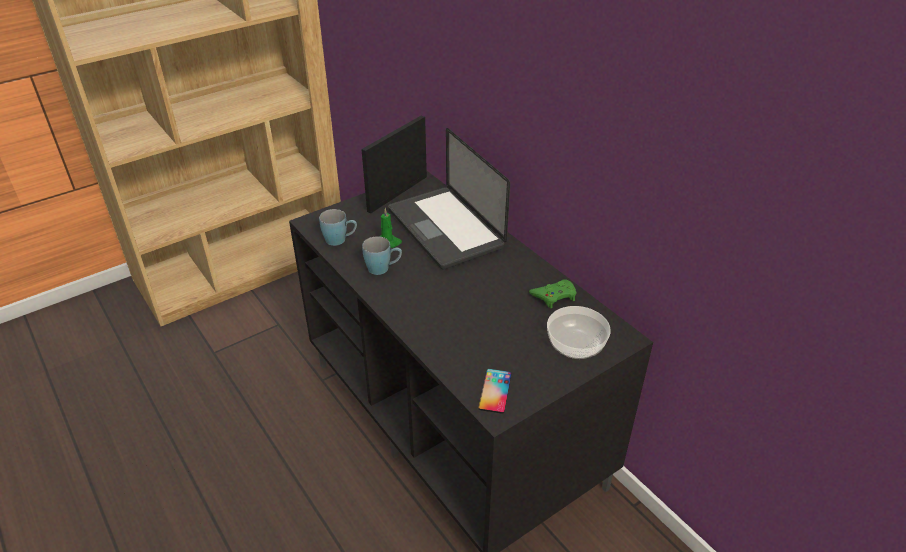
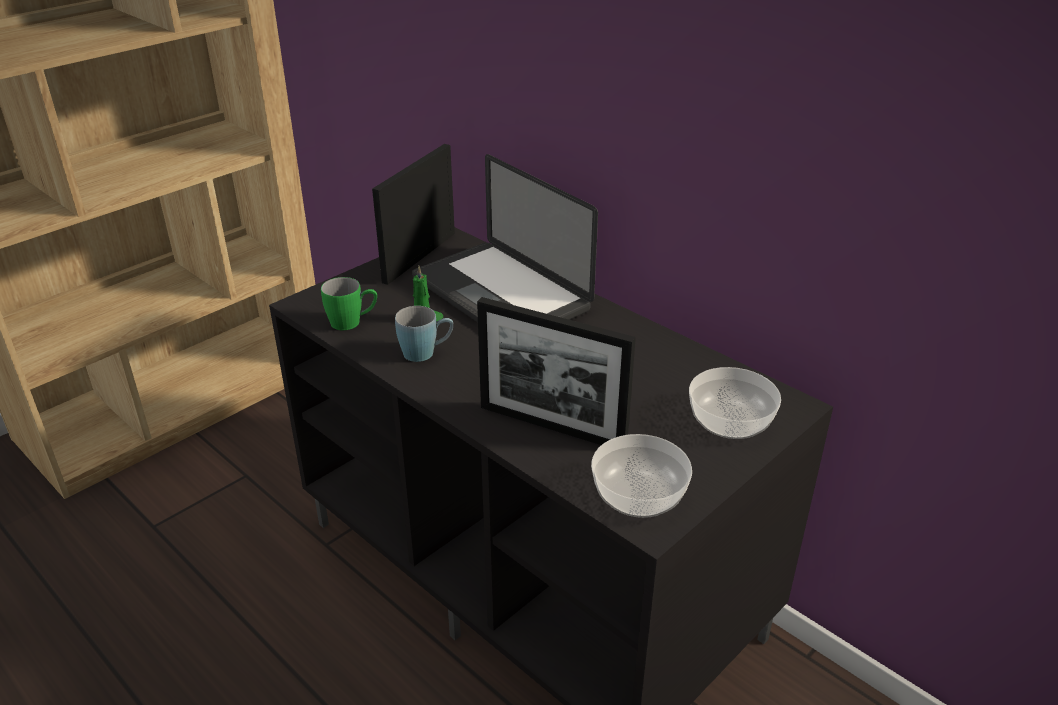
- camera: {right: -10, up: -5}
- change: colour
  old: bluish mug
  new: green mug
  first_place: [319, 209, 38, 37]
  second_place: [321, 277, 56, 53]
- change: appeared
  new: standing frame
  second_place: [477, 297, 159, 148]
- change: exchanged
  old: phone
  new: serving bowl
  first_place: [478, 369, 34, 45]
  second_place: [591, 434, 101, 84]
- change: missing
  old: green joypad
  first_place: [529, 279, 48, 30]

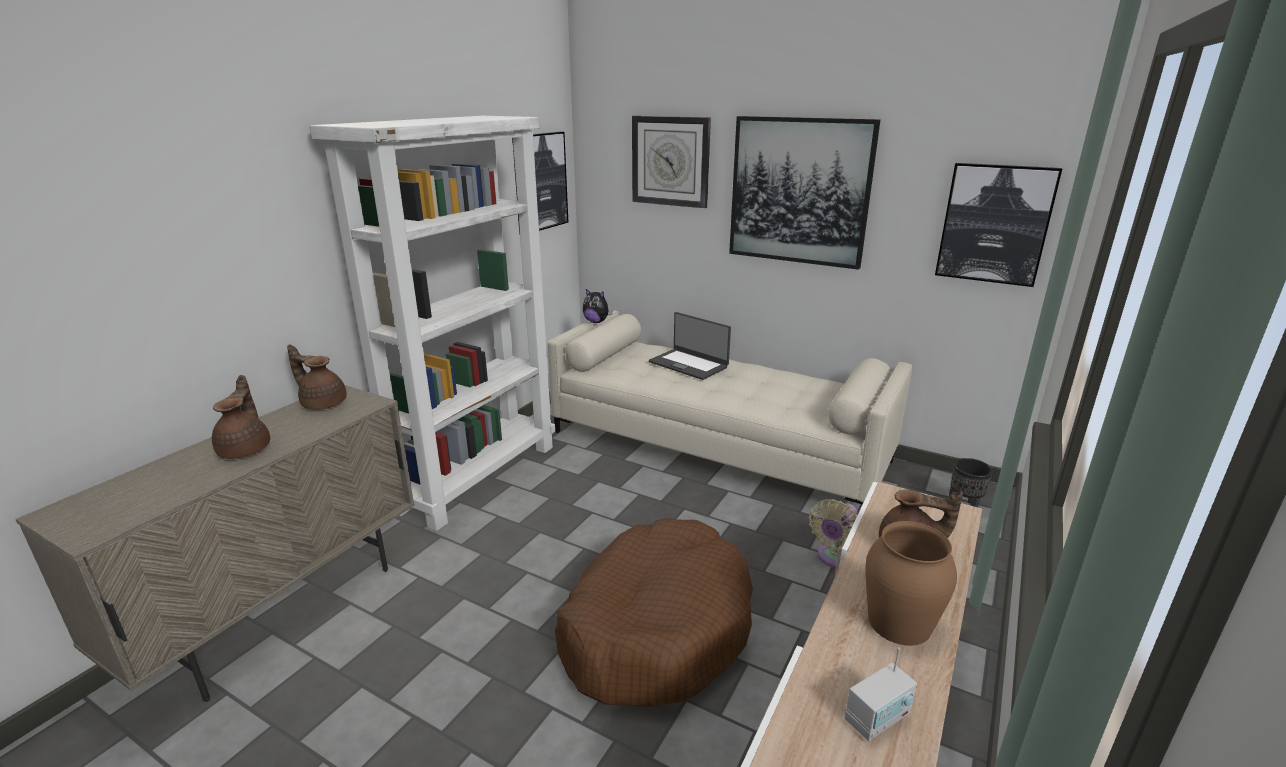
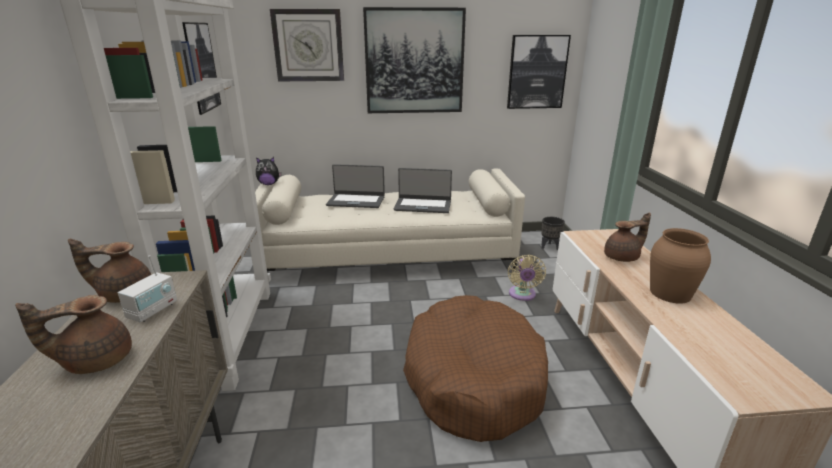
- camera: {right: -35, up: 0}
- change: spun
  old: brownish pot for tea
  first_place: [212, 375, 58, 84]
  second_place: [15, 295, 117, 79]
  degrees: -75
- change: relocated
  old: radio set
  first_place: [845, 647, 72, 94]
  second_place: [118, 255, 59, 67]
- change: appeared
  new: laptop
  second_place: [394, 168, 58, 45]

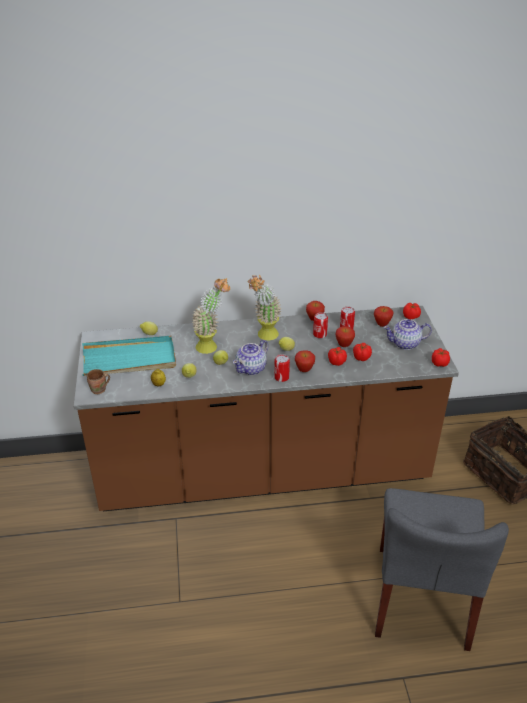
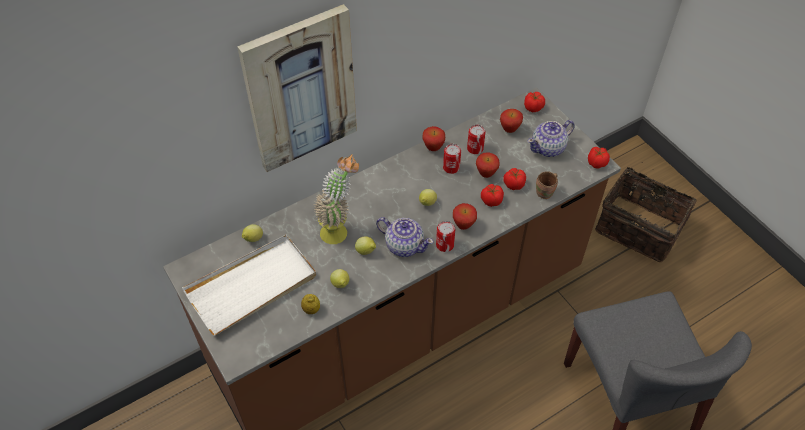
- camera: {right: -25, up: 15}
- change: colour
  old: turquoise-coloured tray
  new: whitish tray
  first_place: [82, 336, 94, 40]
  second_place: [182, 235, 134, 101]
- change: appeared
  new: wall picture
  second_place: [237, 4, 120, 168]
- change: spun
  old: pot for tea
  first_place: [233, 340, 35, 35]
  second_place: [376, 217, 58, 40]
  degrees: -75
- change: relocated
  old: brownish mug
  first_place: [87, 369, 23, 25]
  second_place: [536, 171, 22, 28]
- change: missing
  old: plant in a pot
  first_place: [247, 275, 35, 65]

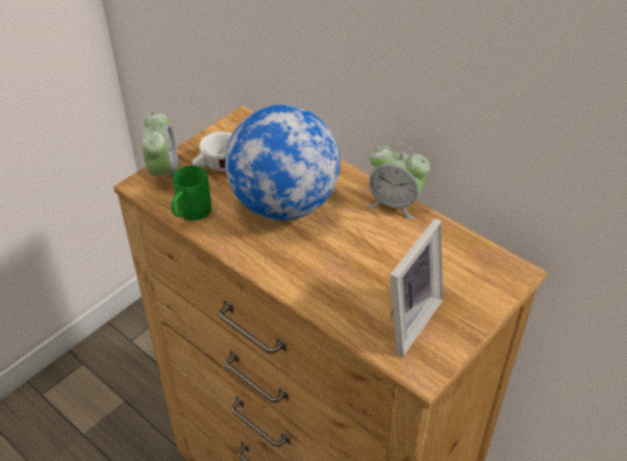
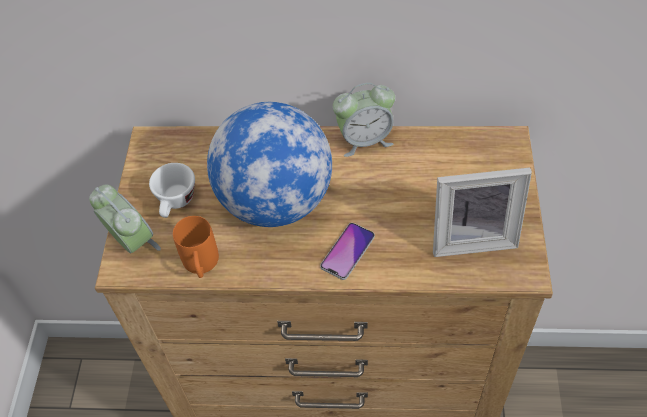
- camera: {right: -35, up: 10}
- change: colour
  old: green mug
  new: orange-coloured mug
  first_place: [171, 165, 40, 56]
  second_place: [173, 216, 46, 62]
- change: appeared
  new: phone
  second_place: [320, 223, 55, 57]
- change: spun
  old: standing frame
  first_place: [390, 218, 53, 139]
  second_place: [433, 167, 99, 90]
  degrees: 90

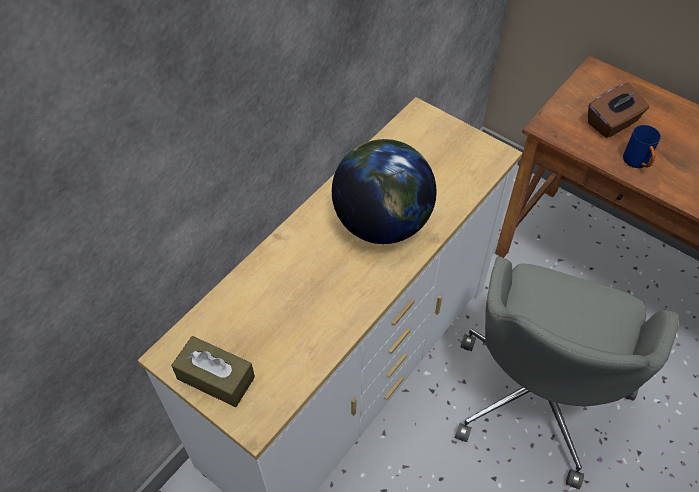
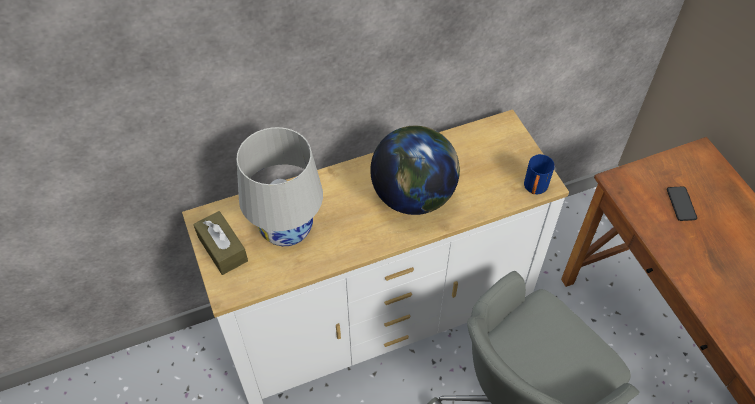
- camera: {right: 30, up: 0}
- change: appeared
  new: whitish tabletop lamp
  second_place: [237, 127, 86, 119]
- change: relocated
  old: bluish mug
  first_place: [623, 125, 38, 43]
  second_place: [524, 154, 31, 40]
- change: exchanged
  old: brownish tissue holder
  new: phone
  first_place: [588, 83, 61, 55]
  second_place: [667, 186, 30, 35]

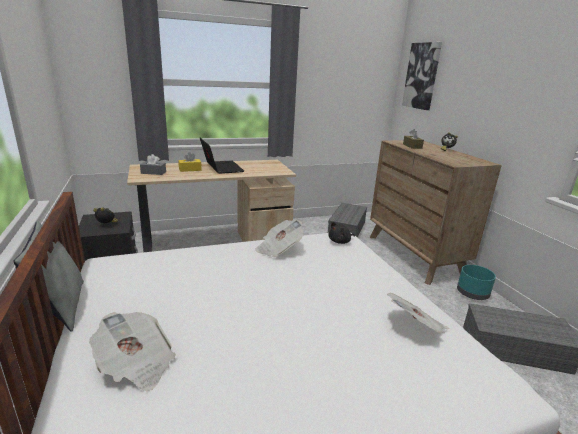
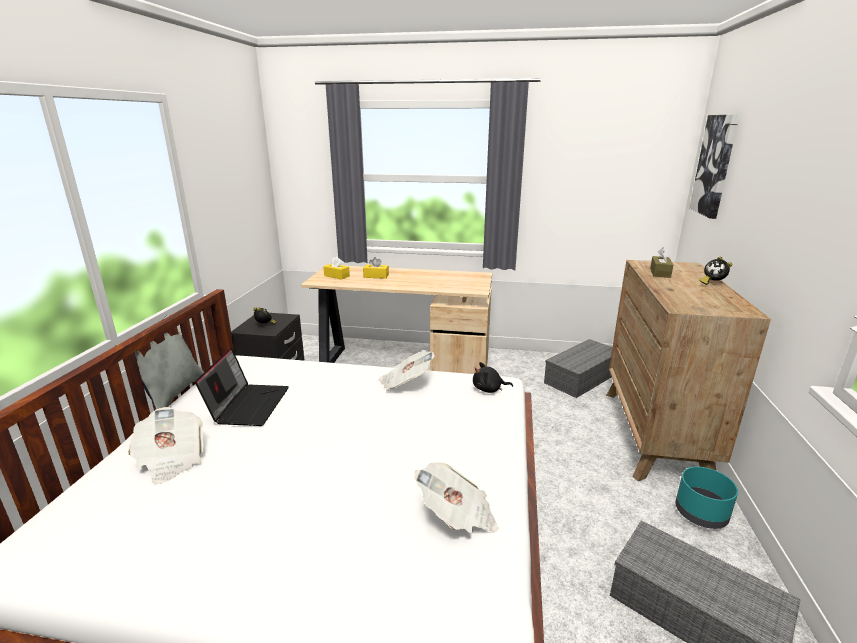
- camera: {right: 30, up: 0}
- change: relocated
  old: laptop
  first_place: [200, 138, 44, 36]
  second_place: [195, 348, 94, 78]
- change: colour
  old: gray tissue holder
  new: yellowish tissue holder
  first_place: [140, 154, 26, 21]
  second_place: [323, 257, 27, 23]

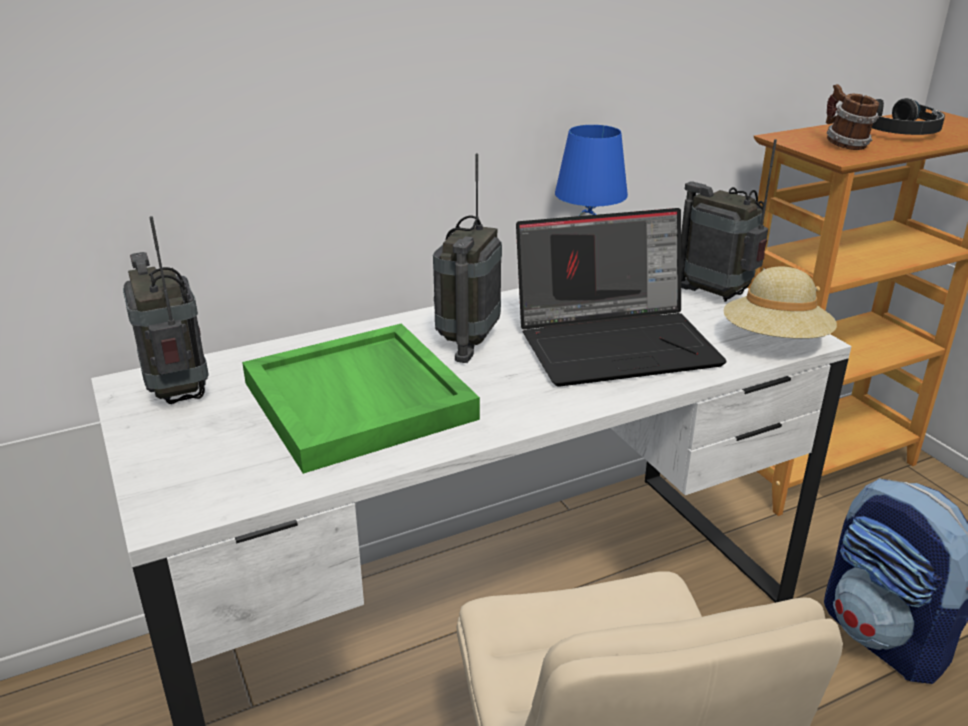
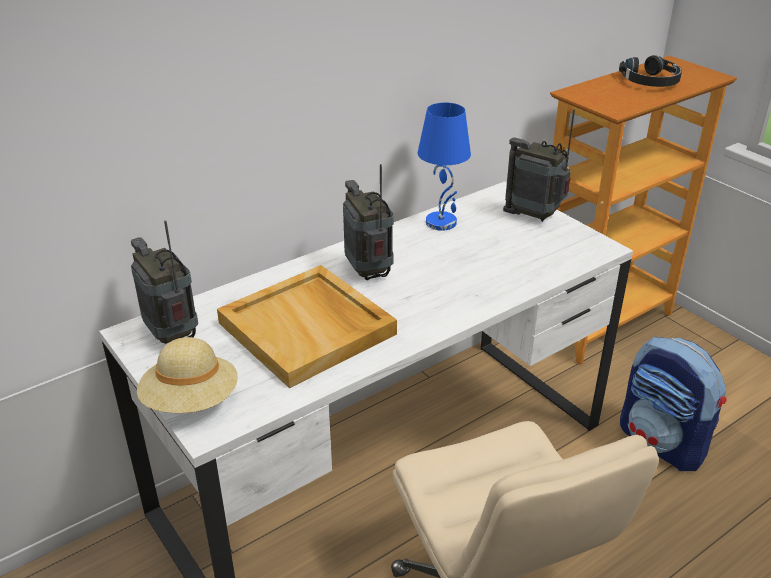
- camera: {right: -10, up: 5}
- change: relocated
  old: beige clothing hat
  first_place: [724, 266, 113, 73]
  second_place: [137, 337, 101, 76]
- change: colour
  old: green tray
  new: beige tray
  first_place: [242, 323, 238, 151]
  second_place: [217, 265, 180, 124]
- change: spun
  old: radio set
  first_place: [433, 153, 69, 210]
  second_place: [343, 164, 51, 116]
  degrees: 150
- change: missing
  old: laptop
  first_place: [516, 208, 211, 179]
- change: missing
  old: mug
  first_place: [826, 84, 53, 66]

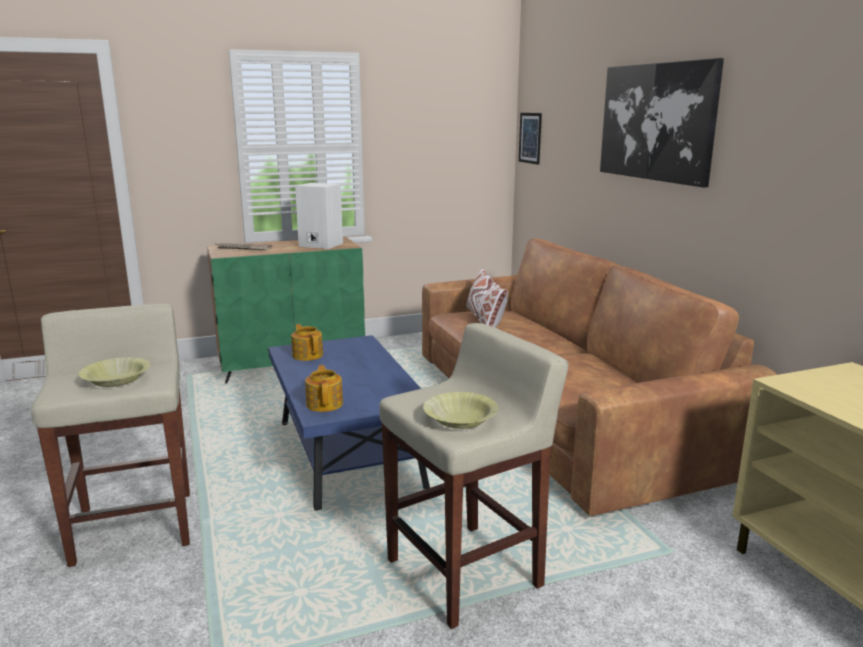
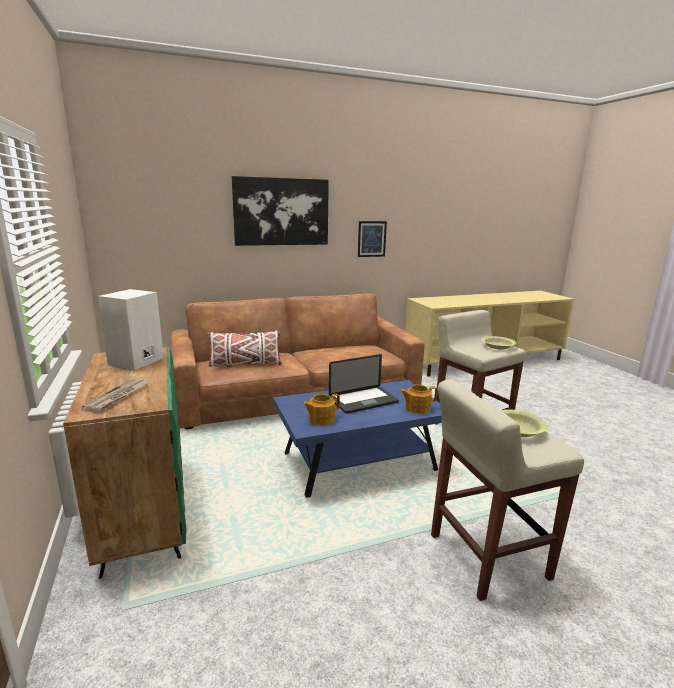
- camera: {right: -90, up: 0}
- change: appeared
  new: laptop
  second_place: [329, 354, 70, 60]
- change: relocated
  old: wall picture
  first_place: [519, 113, 23, 52]
  second_place: [358, 221, 29, 36]

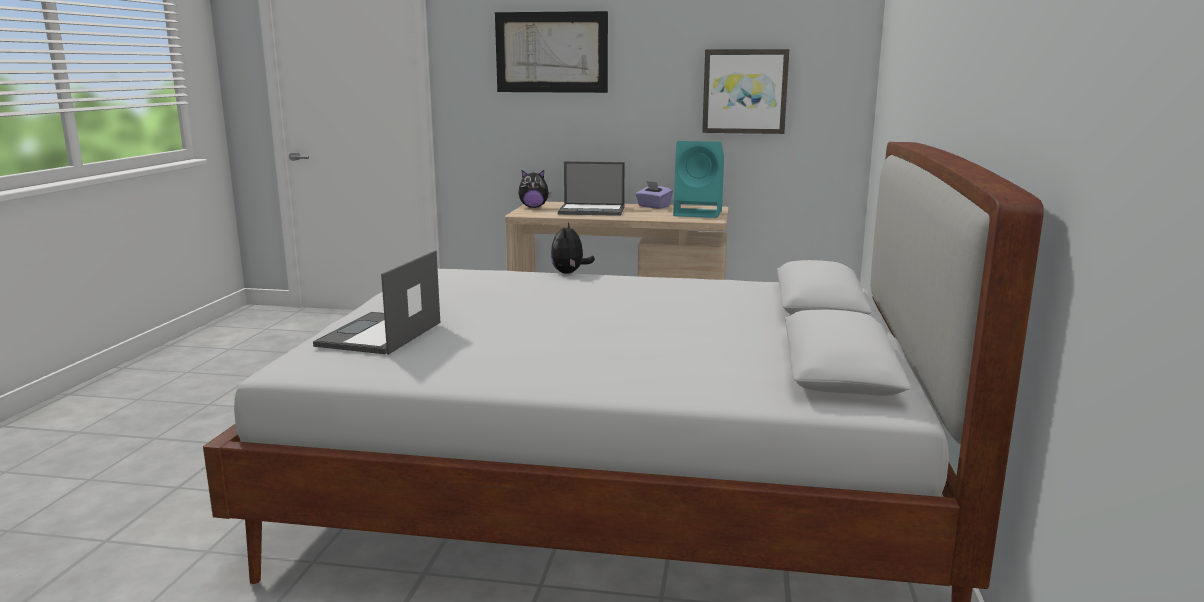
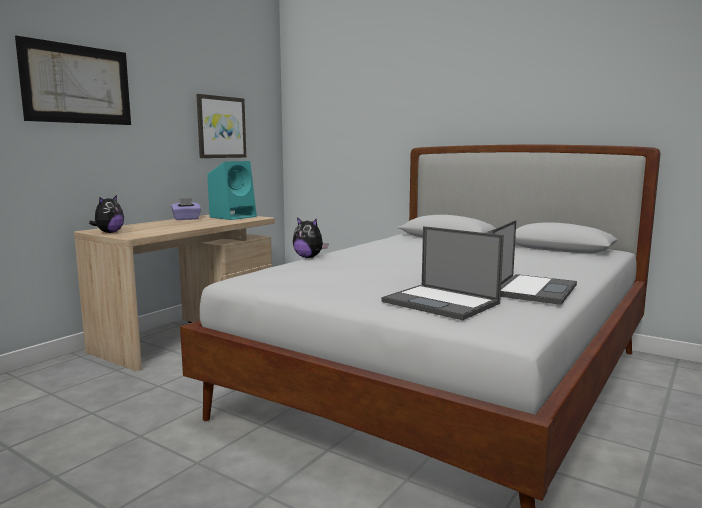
- camera: {right: -65, up: -5}
- change: relocated
  old: laptop
  first_place: [558, 161, 67, 55]
  second_place: [492, 220, 85, 85]

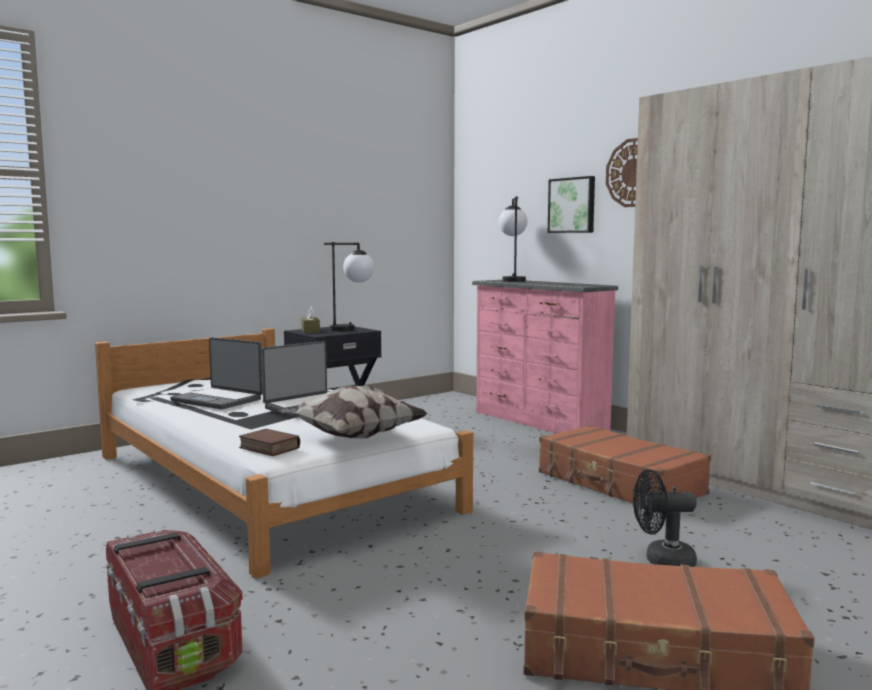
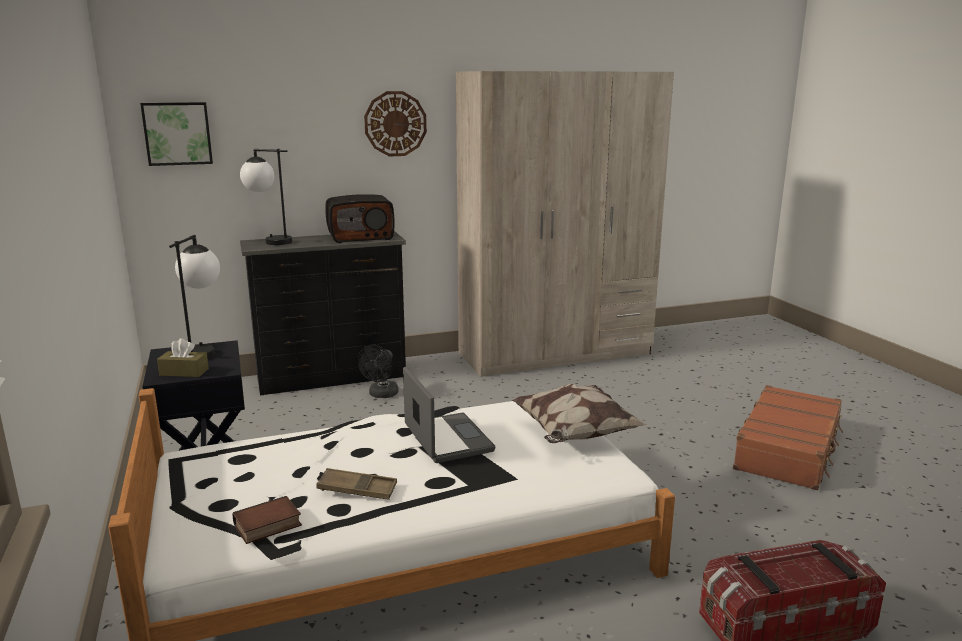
- camera: {right: -70, up: 10}
- change: relocated
  old: wall picture
  first_place: [548, 176, 47, 57]
  second_place: [140, 102, 73, 64]
- change: relocated
  old: volume
  first_place: [239, 429, 61, 27]
  second_place: [233, 496, 69, 48]
- change: colour
  old: pink dresser
  new: black dresser
  first_place: [472, 280, 146, 153]
  second_place: [240, 231, 166, 165]
- change: exchanged
  old: laptop
  new: brownish tray
  first_place: [170, 337, 93, 72]
  second_place: [316, 468, 81, 32]
- change: appeared
  new: radio set
  second_place: [325, 194, 70, 49]
- change: relocated
  old: black cooling fan
  first_place: [633, 469, 64, 98]
  second_place: [358, 344, 41, 54]
- change: missing
  old: brownish suitcase
  first_place: [539, 425, 172, 87]

